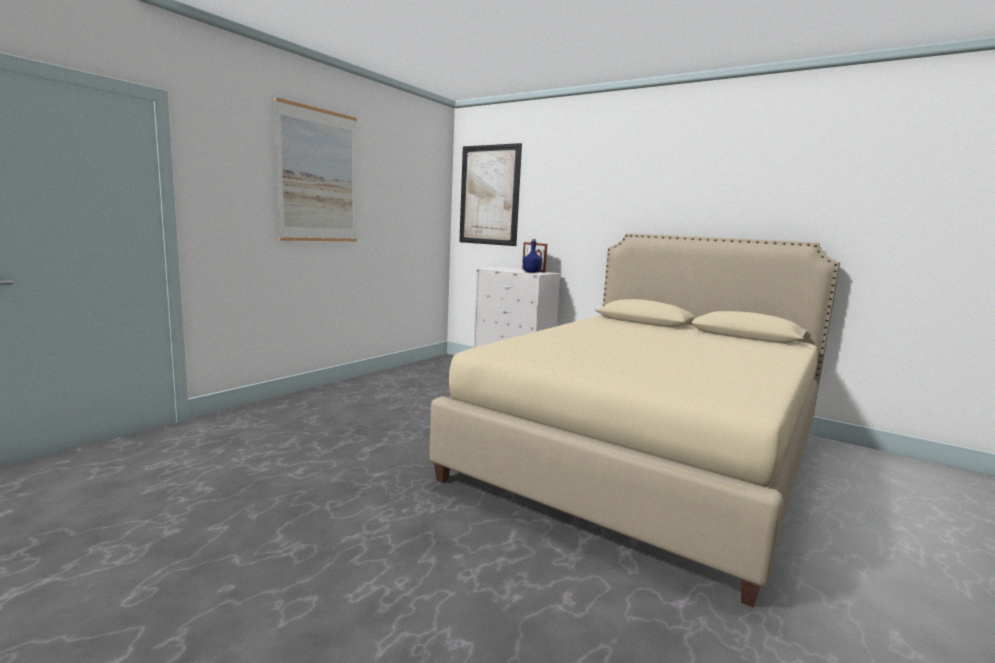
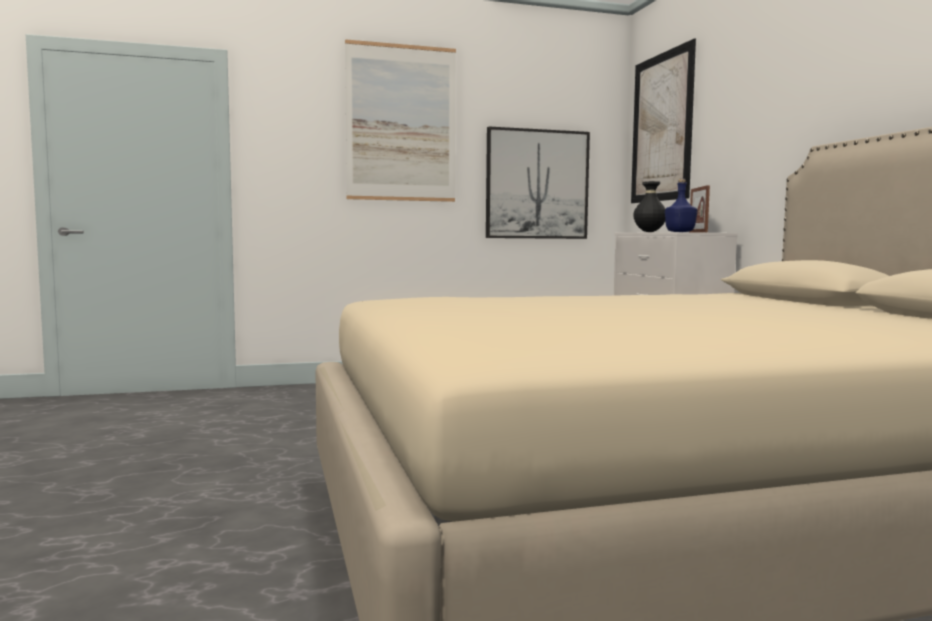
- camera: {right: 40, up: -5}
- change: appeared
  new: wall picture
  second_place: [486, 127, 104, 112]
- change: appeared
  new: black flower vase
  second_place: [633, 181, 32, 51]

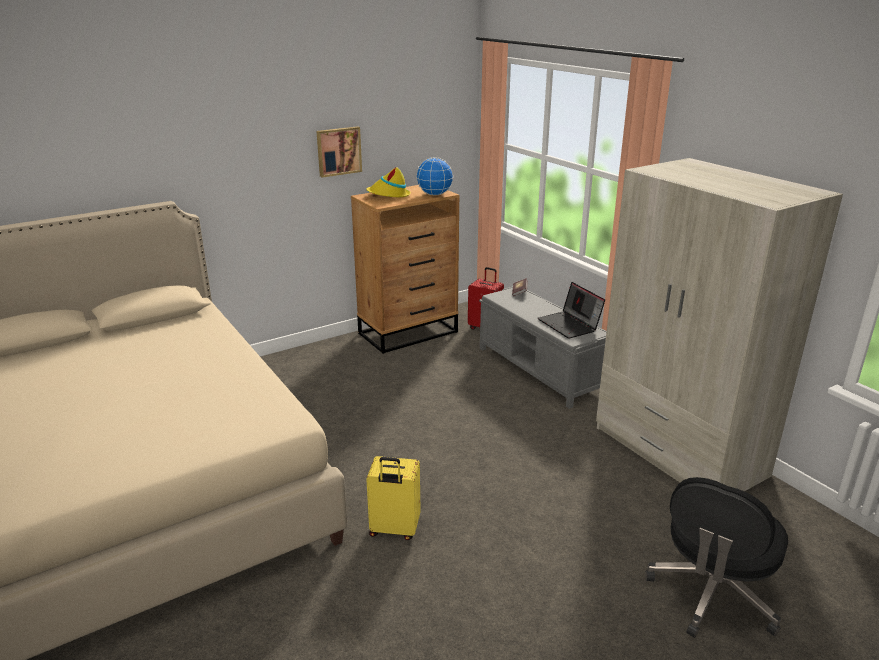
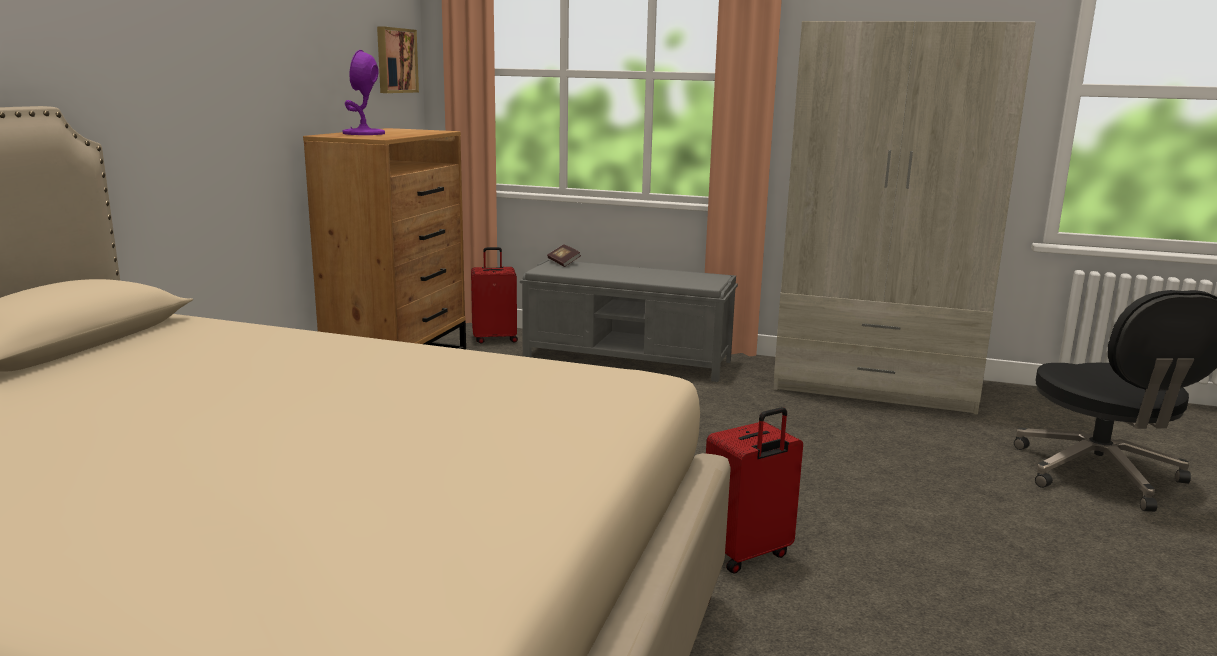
- camera: {right: -40, up: -10}
- change: exchanged
  old: yellowish clothing hat
  new: purple-coloured tabletop lamp
  first_place: [366, 168, 45, 29]
  second_place: [342, 50, 43, 85]
- change: relocated
  old: wall picture
  first_place: [316, 126, 46, 52]
  second_place: [377, 26, 42, 67]
- change: colour
  old: yellowish suitcase
  new: red-coloured suitcase
  first_place: [366, 456, 55, 84]
  second_place: [706, 407, 97, 167]
- change: missing
  old: world globe
  first_place: [416, 157, 38, 38]
- change: missing
  old: laptop
  first_place: [538, 282, 67, 57]

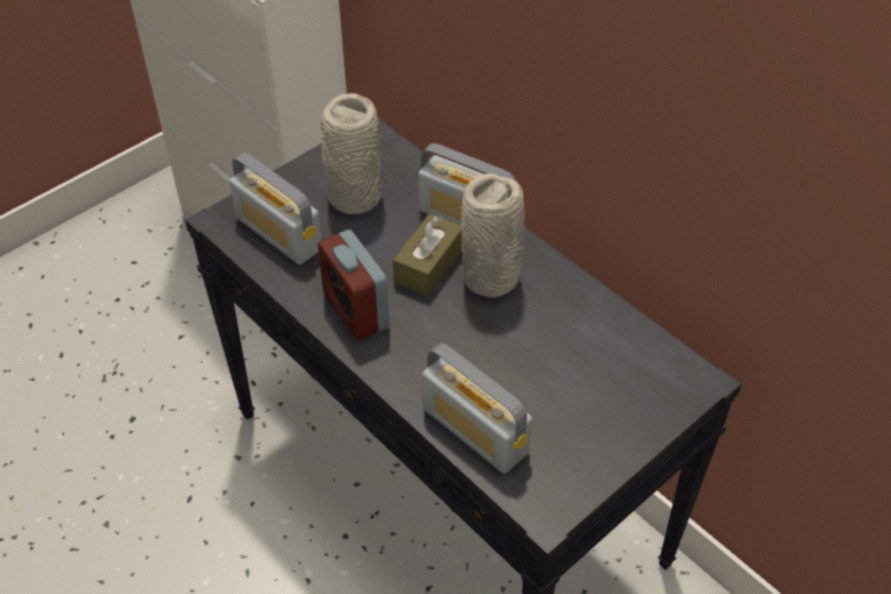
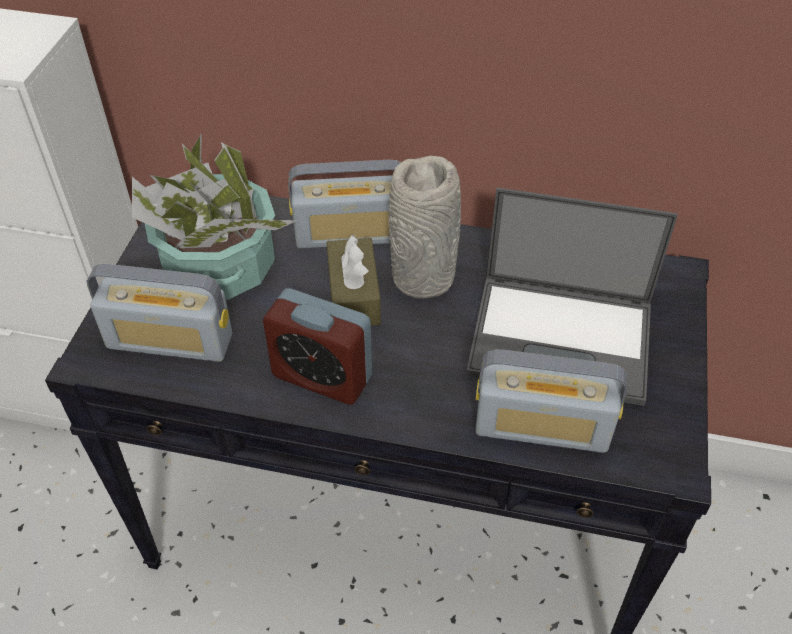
- camera: {right: -35, up: 0}
- change: exchanged
  old: gray flower vase
  new: plant in a pot
  first_place: [321, 93, 61, 121]
  second_place: [132, 133, 166, 167]
- change: appeared
  new: laptop
  second_place: [466, 188, 212, 218]

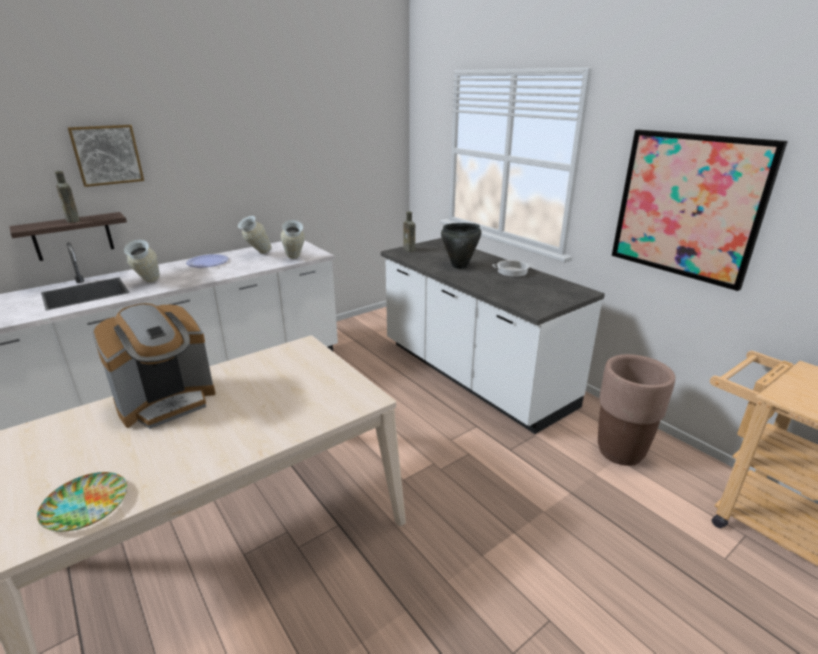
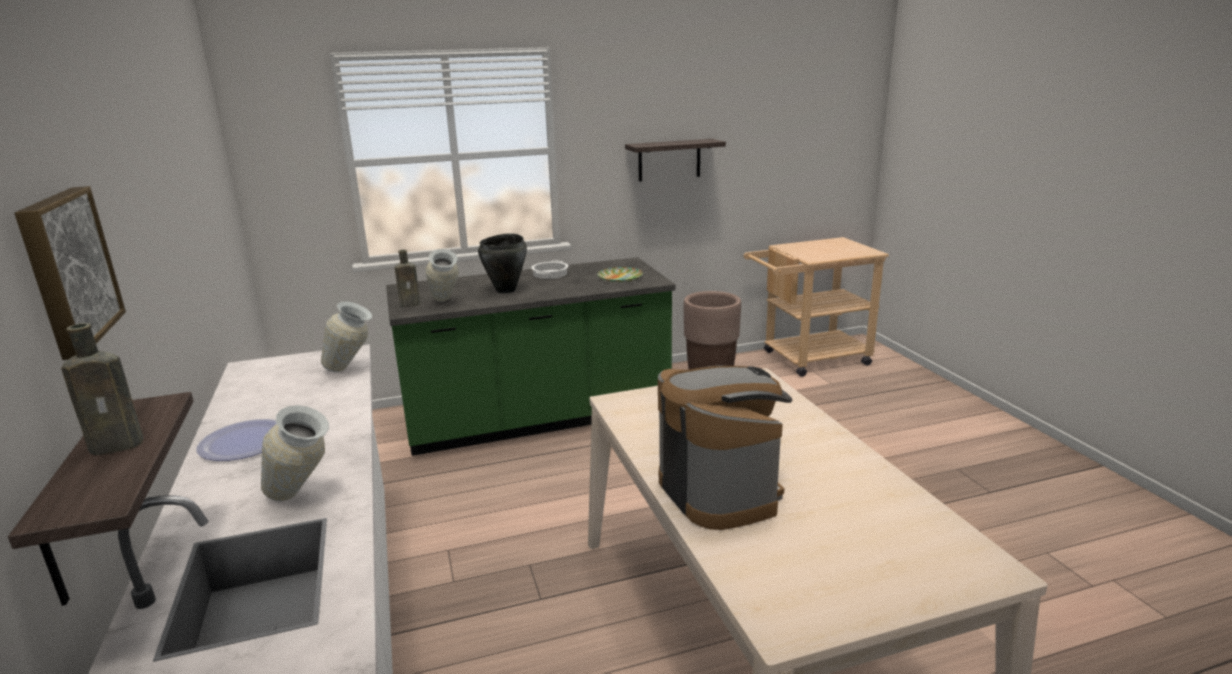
- camera: {right: -70, up: -5}
- change: colour
  old: whitish kitchen counter
  new: green kitchen counter
  first_place: [381, 238, 224, 196]
  second_place: [386, 257, 290, 199]
- change: relocated
  old: flower vase
  first_place: [238, 216, 33, 38]
  second_place: [426, 249, 33, 53]
- change: relocated
  old: flat dish
  first_place: [37, 472, 90, 60]
  second_place: [597, 267, 46, 15]
- change: exchanged
  old: wall picture
  new: wall shelf
  first_place: [612, 130, 176, 161]
  second_place: [625, 139, 101, 42]

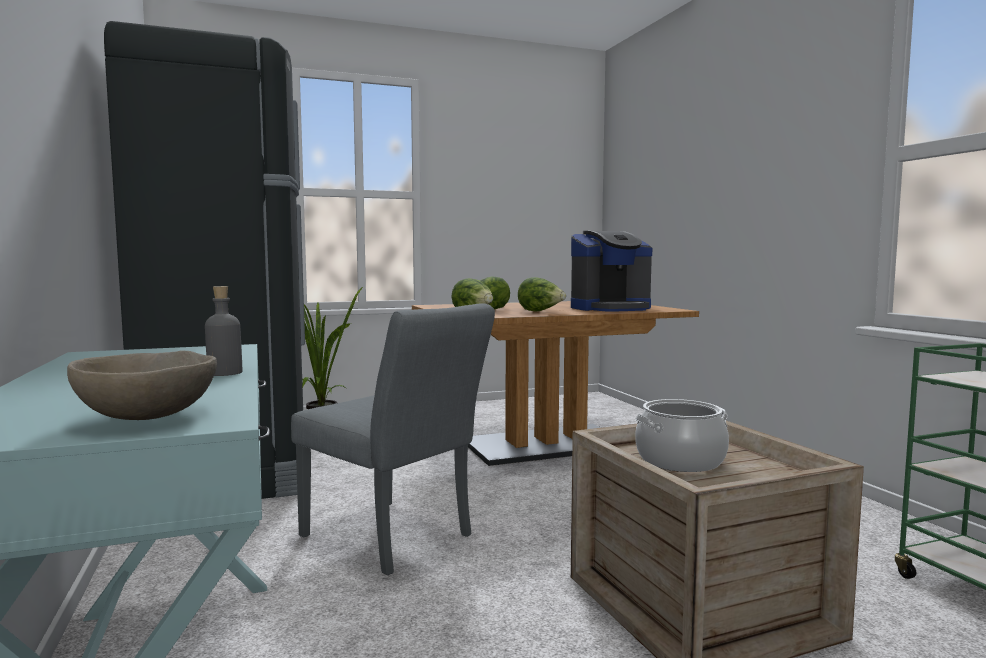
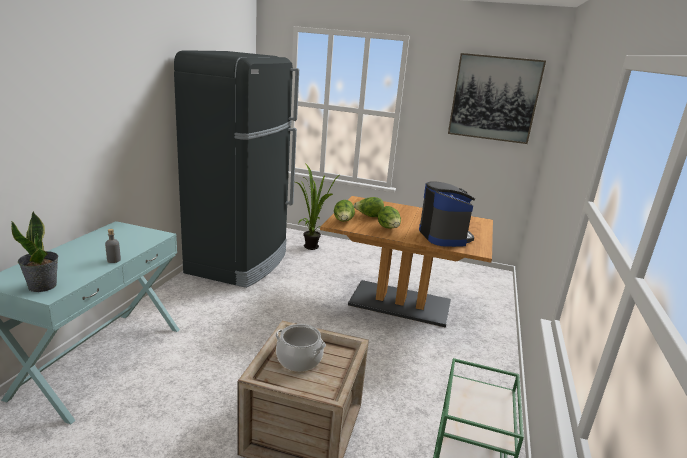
- camera: {right: 35, up: 15}
- change: exchanged
  old: beige serving bowl
  new: plant in a pot
  first_place: [67, 351, 150, 69]
  second_place: [11, 211, 47, 81]
- change: spun
  old: coffee brewer
  first_place: [571, 231, 81, 81]
  second_place: [419, 181, 56, 66]
  degrees: -120
- change: appeared
  new: wall picture
  second_place: [448, 53, 98, 91]
- change: missing
  old: gray chair
  first_place: [291, 303, 204, 272]

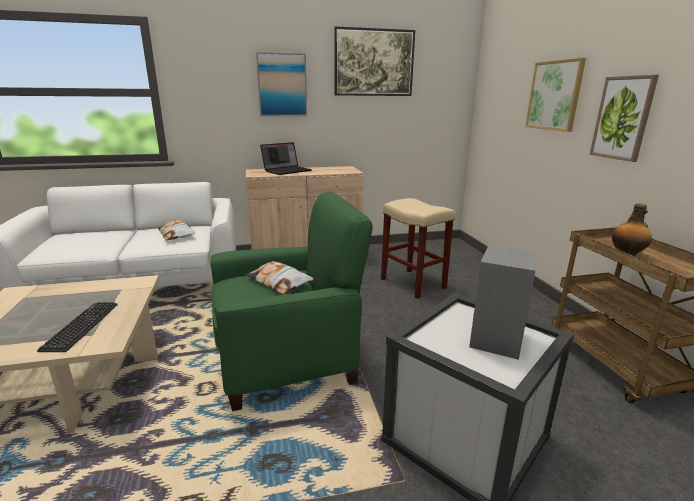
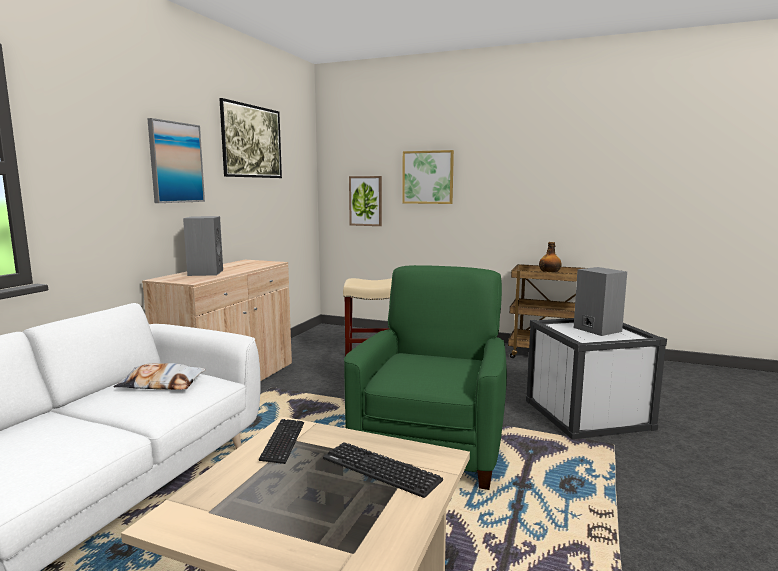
- camera: {right: -55, up: -10}
- change: exchanged
  old: laptop
  new: gray audio speaker
  first_place: [260, 142, 52, 33]
  second_place: [183, 216, 40, 60]
- change: appeared
  new: PC keyboard
  second_place: [259, 419, 45, 45]
- change: relocated
  old: wall picture
  first_place: [590, 75, 69, 87]
  second_place: [349, 176, 33, 50]
- change: missing
  old: throw pillow
  first_place: [246, 261, 68, 33]

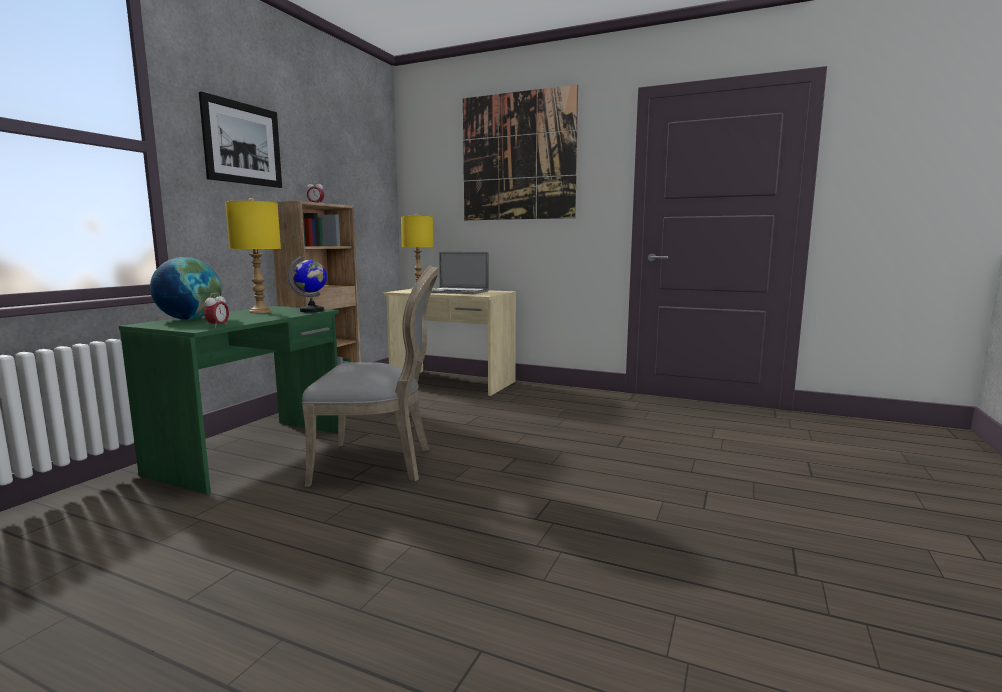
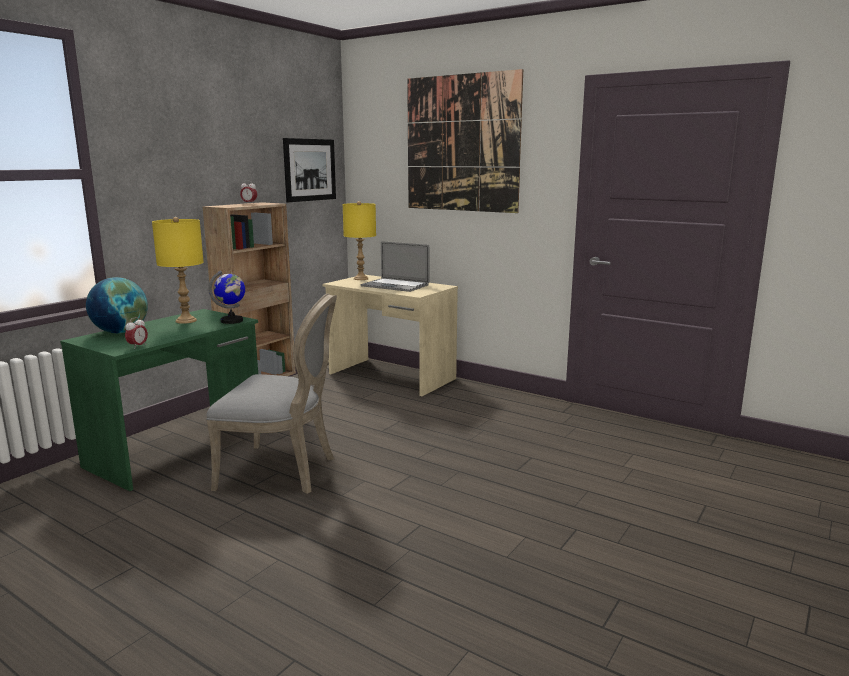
- camera: {right: 10, up: 5}
- change: relocated
  old: wall picture
  first_place: [199, 91, 83, 97]
  second_place: [283, 138, 53, 64]

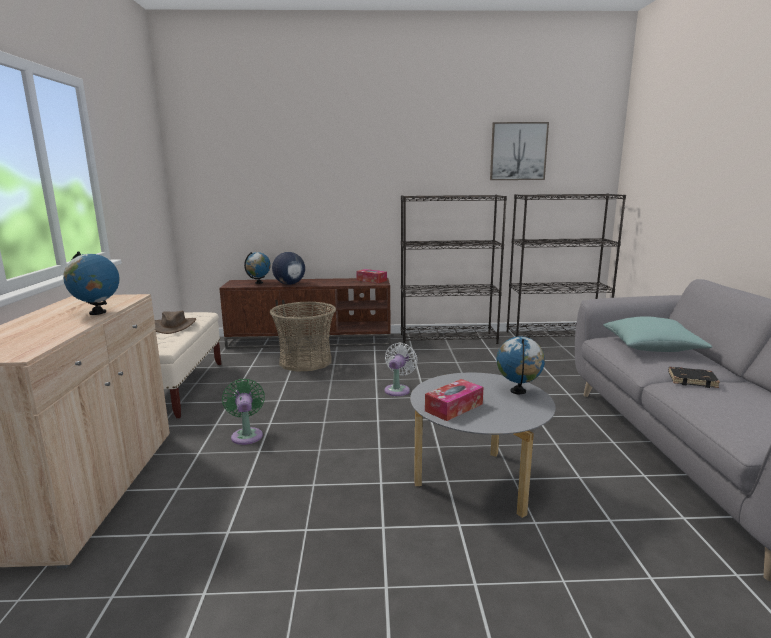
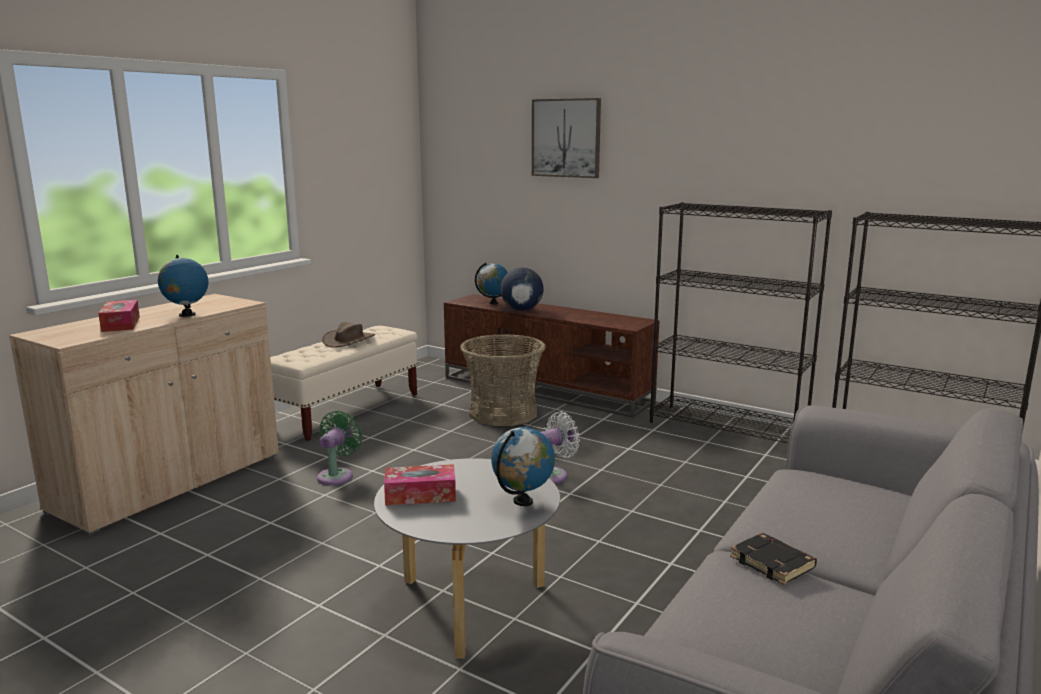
- camera: {right: 35, up: 0}
- change: relocated
  old: tissue holder
  first_place: [356, 269, 31, 14]
  second_place: [98, 300, 42, 32]
- change: relocated
  old: wall picture
  first_place: [490, 122, 59, 58]
  second_place: [532, 98, 69, 80]
- change: missing
  old: turquoise-coloured throw pillow
  first_place: [603, 316, 109, 36]

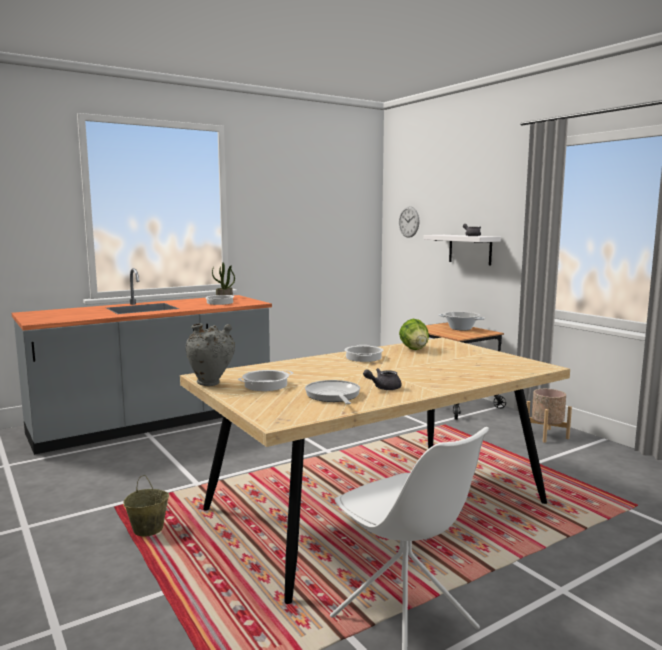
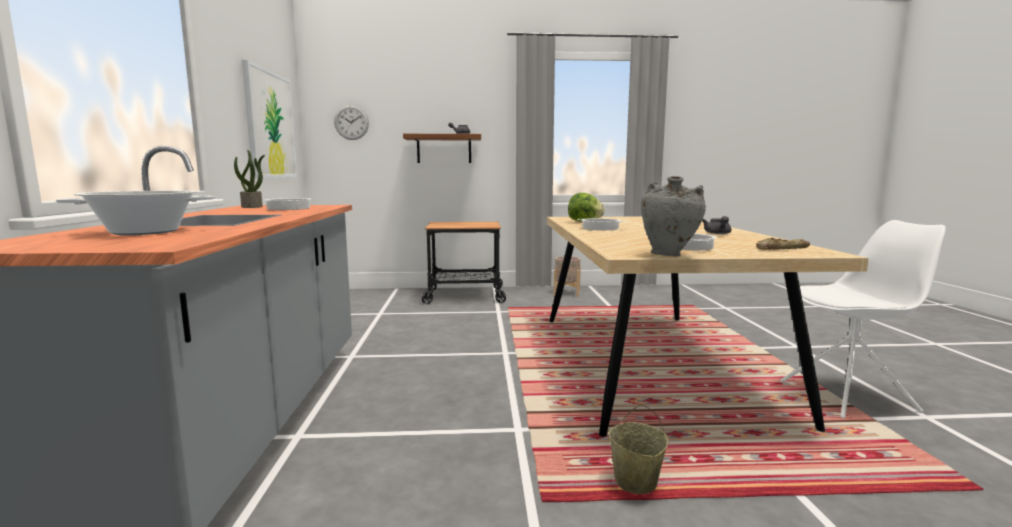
- camera: {right: -60, up: 0}
- change: relocated
  old: cooking pot
  first_place: [438, 311, 47, 20]
  second_place: [56, 190, 159, 45]
- change: appeared
  new: wall picture
  second_place: [242, 60, 55, 118]
- change: colour
  old: whitish wall shelf
  new: brownish wall shelf
  first_place: [423, 235, 78, 30]
  second_place: [403, 134, 78, 29]
- change: appeared
  new: bakery bread
  second_place: [756, 238, 54, 12]
- change: missing
  old: pan
  first_place: [305, 380, 55, 24]

